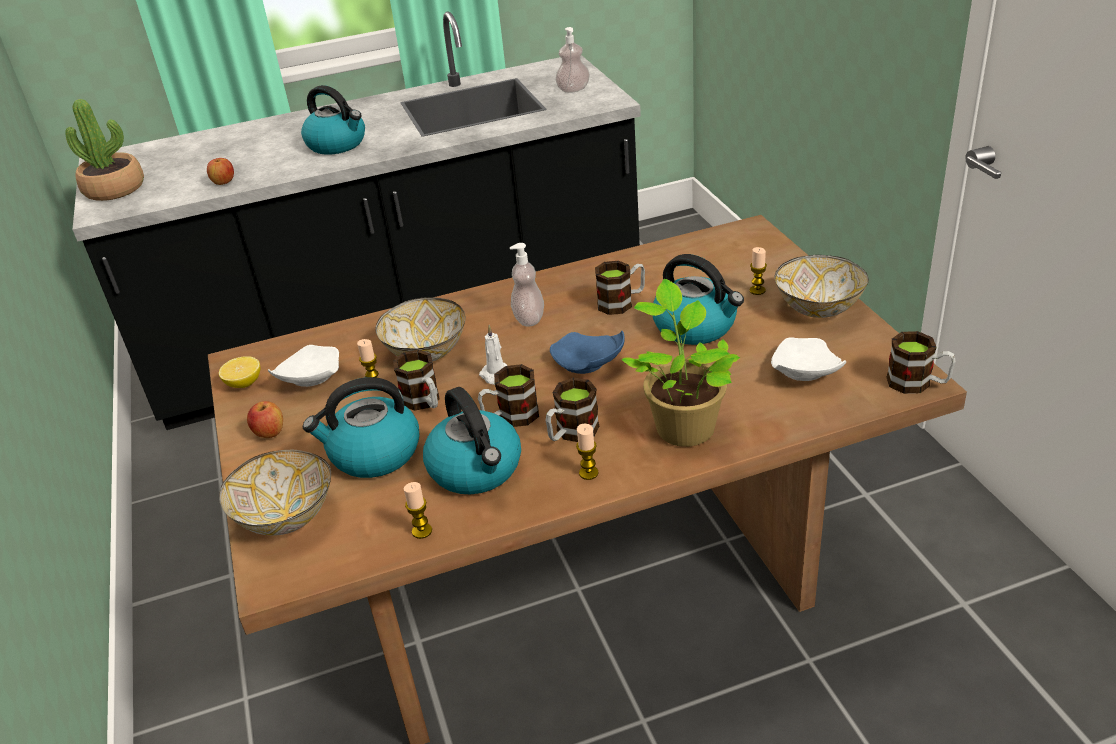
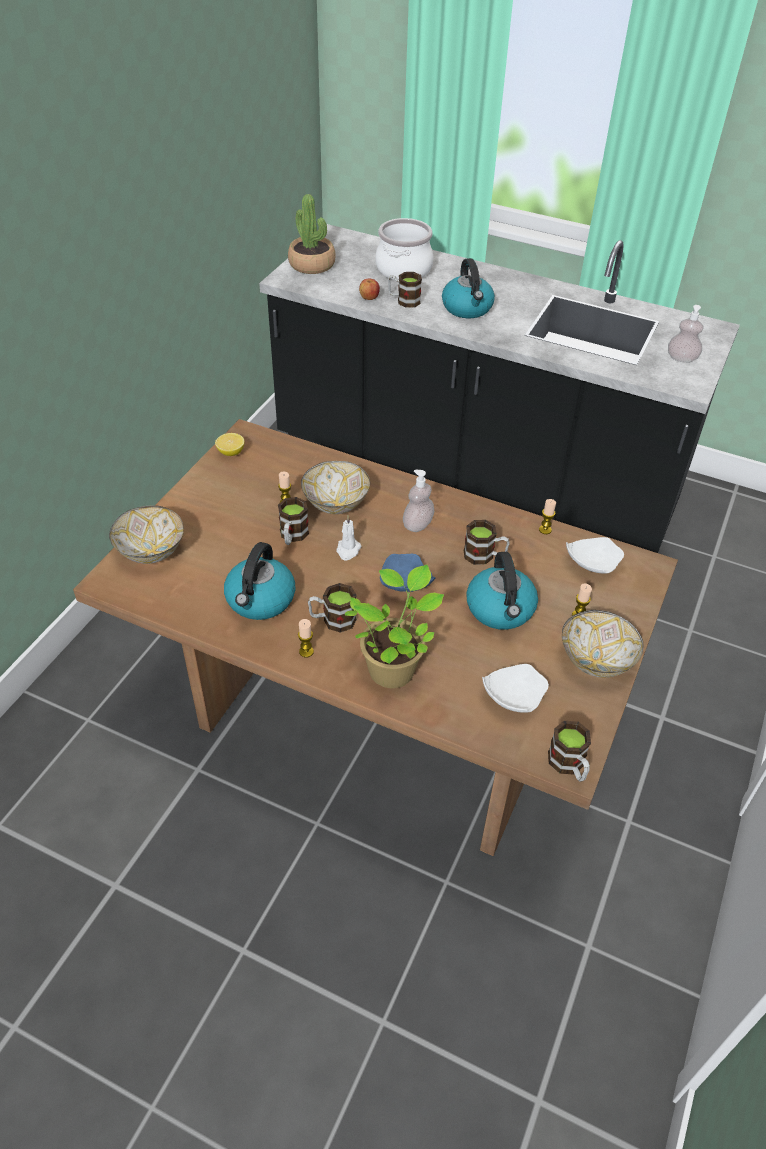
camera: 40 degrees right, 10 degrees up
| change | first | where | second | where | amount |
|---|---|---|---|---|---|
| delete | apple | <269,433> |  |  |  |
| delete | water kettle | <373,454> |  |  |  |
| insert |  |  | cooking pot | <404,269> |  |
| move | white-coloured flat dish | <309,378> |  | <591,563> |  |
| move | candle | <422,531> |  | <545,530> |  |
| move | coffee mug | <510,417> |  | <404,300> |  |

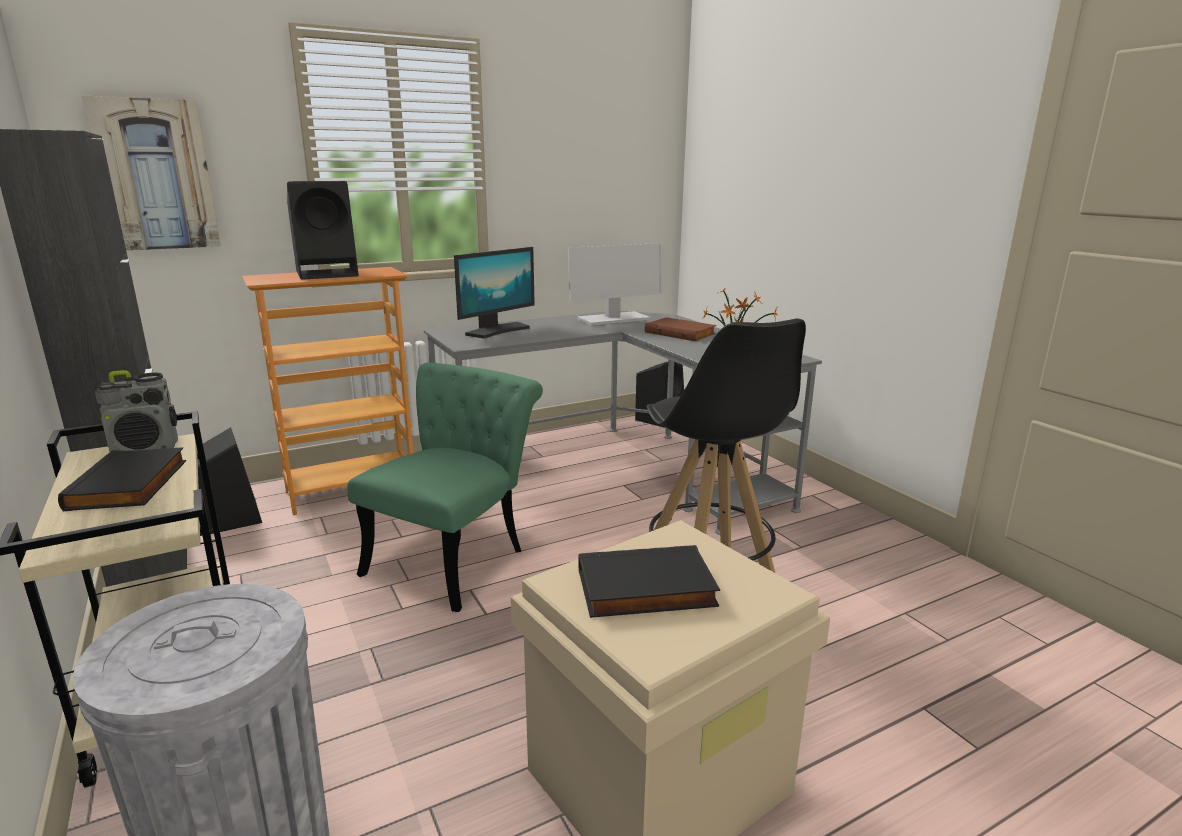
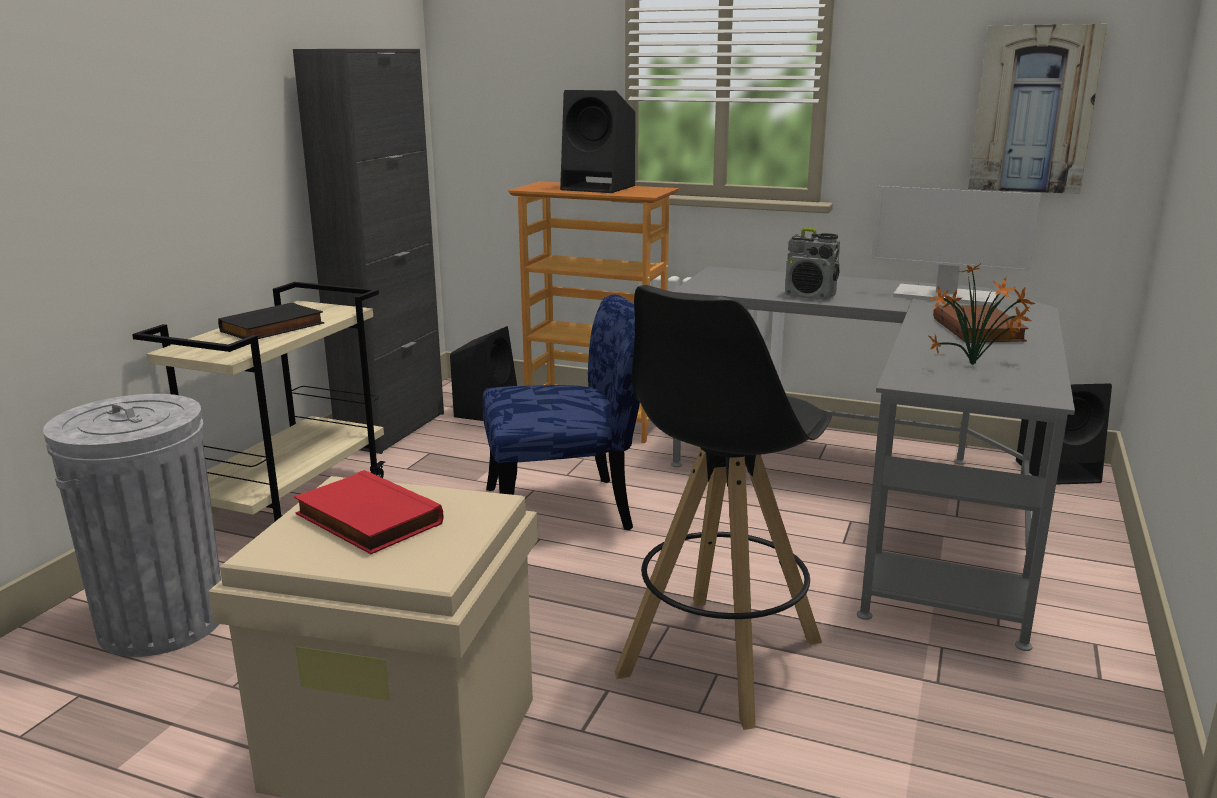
camera: 50 degrees right, 0 degrees up
| change | first | where | second | where | amount |
|---|---|---|---|---|---|
| delete | computer screen | <497,331> |  |  |  |
| move | wall picture | <156,175> |  | <1034,109> |  |
| move | radio set | <146,450> |  | <810,296> |  |
| recolor | green upright chair | <455,558> | bluish upright chair | <573,510> |  |
| recolor | black volume | <645,590> | red-coloured volume | <365,520> |  |

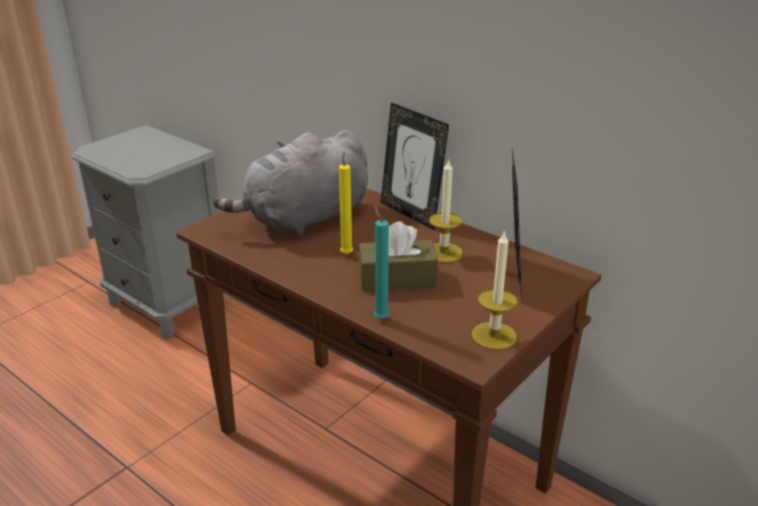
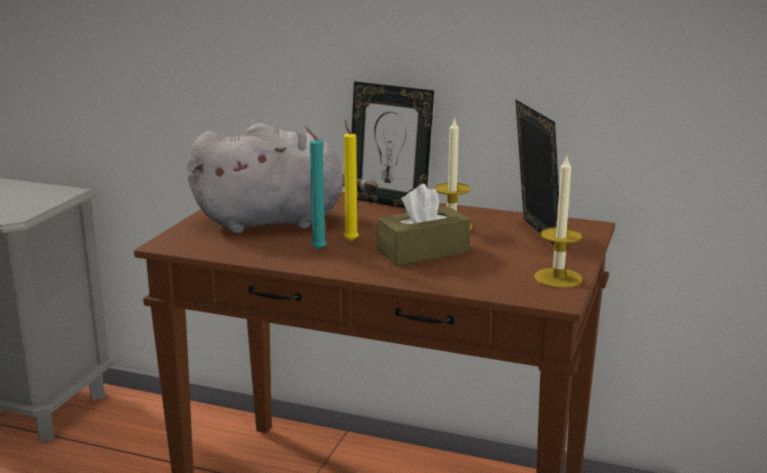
camera: 20 degrees left, 10 degrees down
| change | first | where | second | where | amount |
|---|---|---|---|---|---|
| move | turquoise-coloured candle | <380,317> |  | <317,249> |  |
| rotate | grey soft toy | <304,220> |  | <277,221> | 135 degrees counterclockwise |

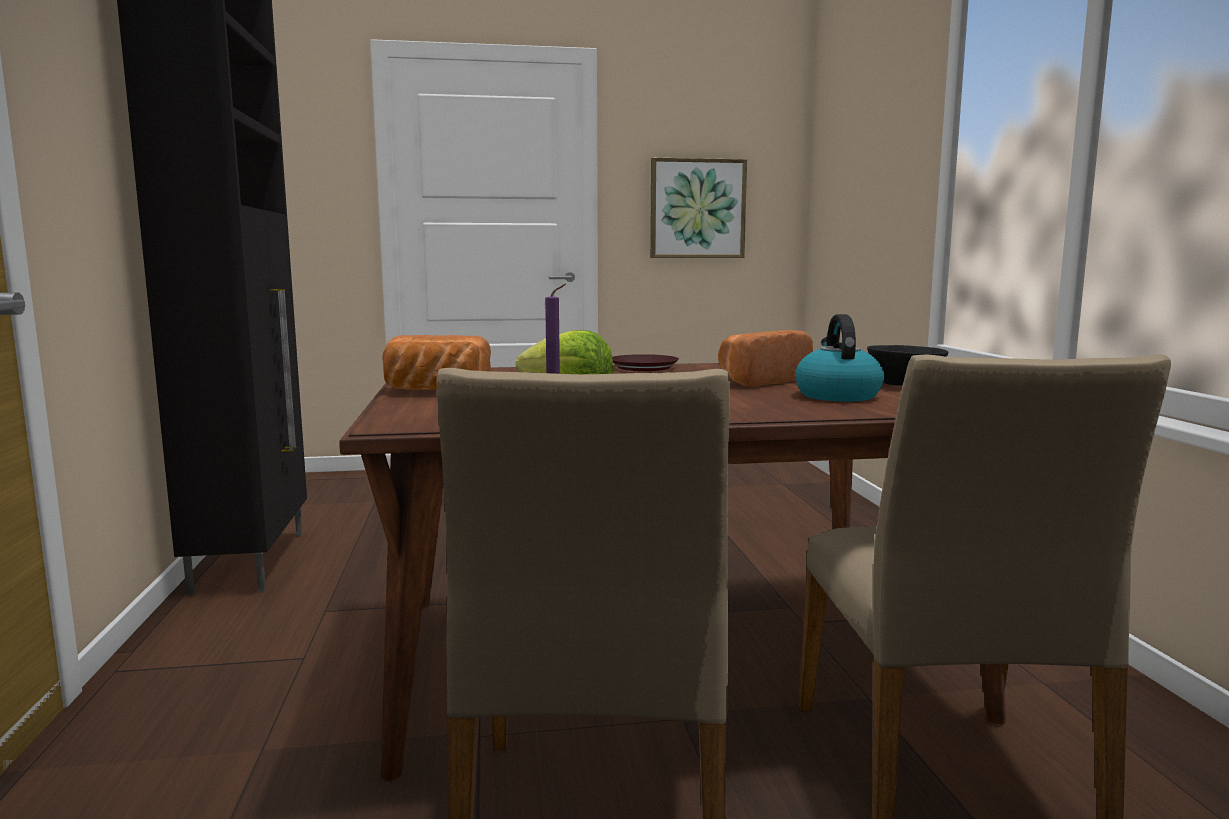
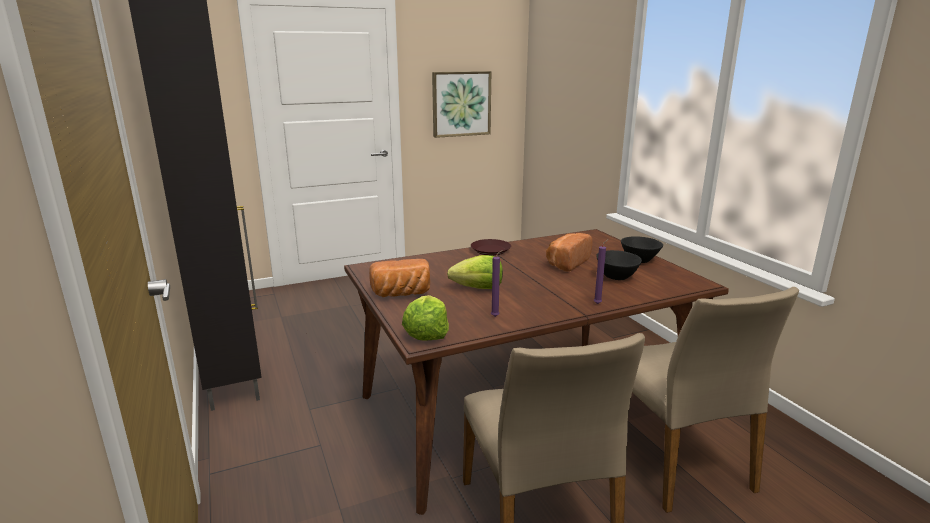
camera: 15 degrees left, 10 degrees up
| change | first | where | second | where | amount |
|---|---|---|---|---|---|
| insert |  |  | lettuce head | <426,333> |  |
| insert |  |  | purple candle | <598,303> |  |
| replace | water kettle | <836,395> | black bowl | <616,277> |  |

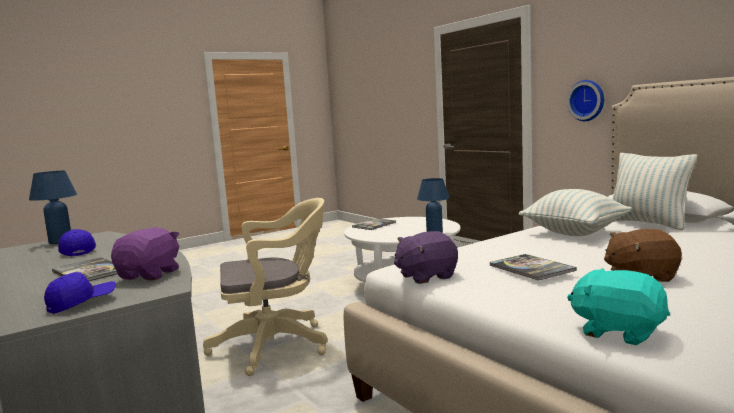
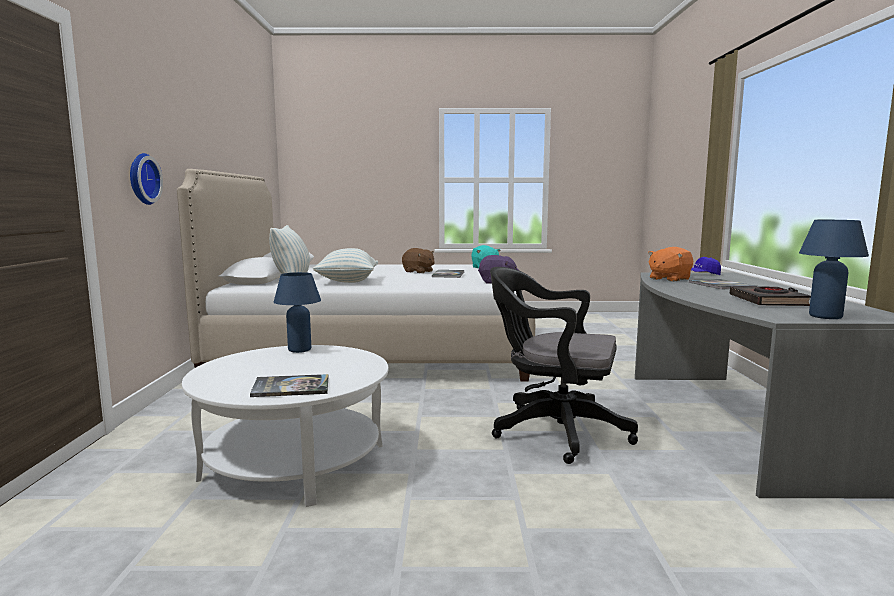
camera: 145 degrees left, 0 degrees up
| change | first | where | second | where | amount |
|---|---|---|---|---|---|
| replace | bluish cap | <77,251> | black volume | <768,301> |  |
| recolor | purple soft toy | <150,274> | orange soft toy | <669,279> |  |
| recolor | beige desk chair | <277,345> | black desk chair | <553,431> |  |

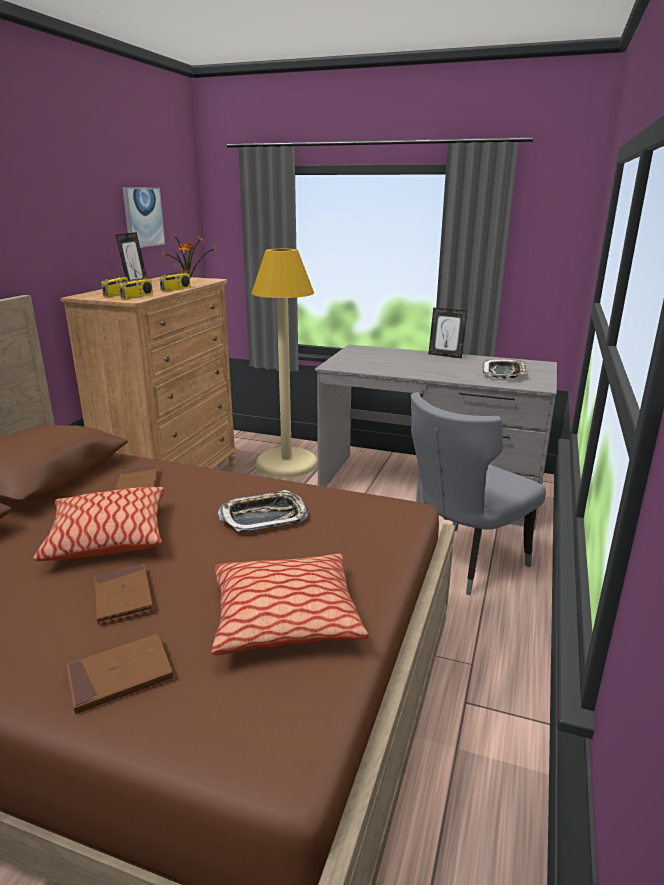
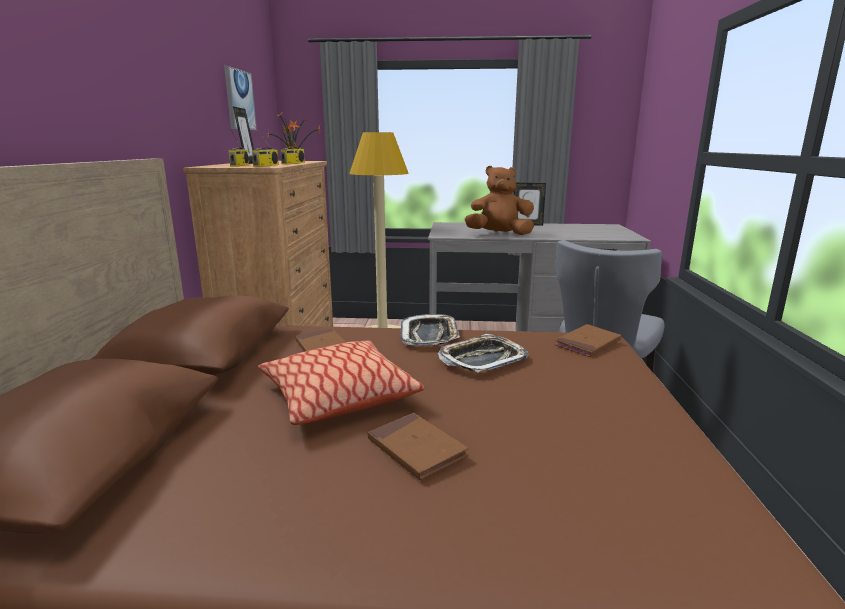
camera: 15 degrees left, 5 degrees down
| change | first | where | second | where | amount |
|---|---|---|---|---|---|
| delete | throw pillow | <286,617> |  |  |  |
| insert |  |  | brown soft toy | <499,234> |  |
| move | brown volume | <120,676> |  | <587,343> |  |
| move | tray | <504,373> |  | <429,335> |  |

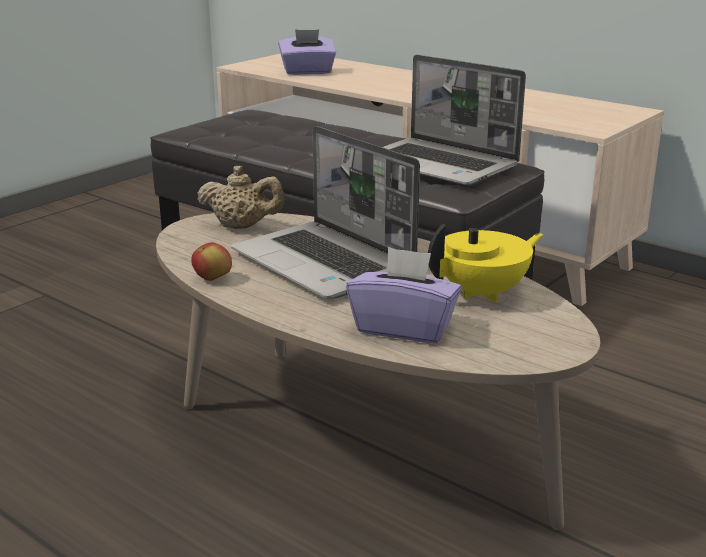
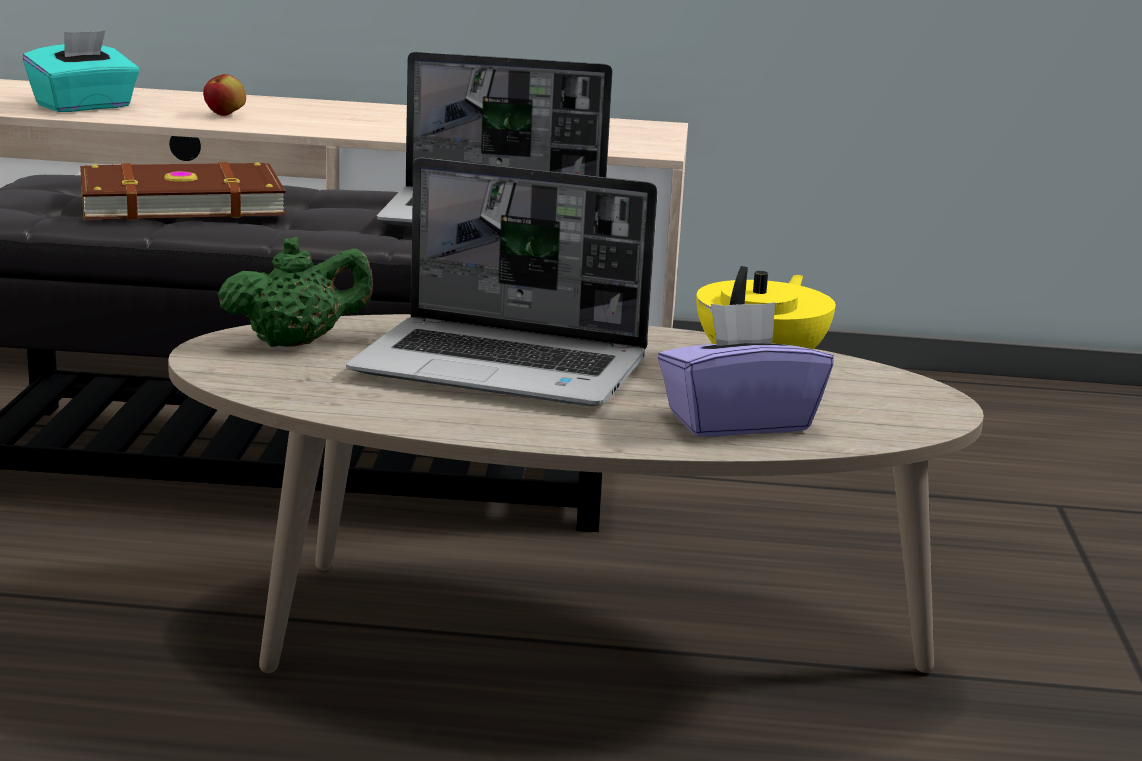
camera: 35 degrees left, 5 degrees down
| change | first | where | second | where | amount |
|---|---|---|---|---|---|
| insert |  |  | brown volume | <179,201> |  |
| move | apple | <213,279> |  | <225,115> |  |
| recolor | beige teapot | <242,226> | green teapot | <296,342> |  |
| recolor | purple tissue holder | <307,72> | turquoise-coloured tissue holder | <84,106> |  |

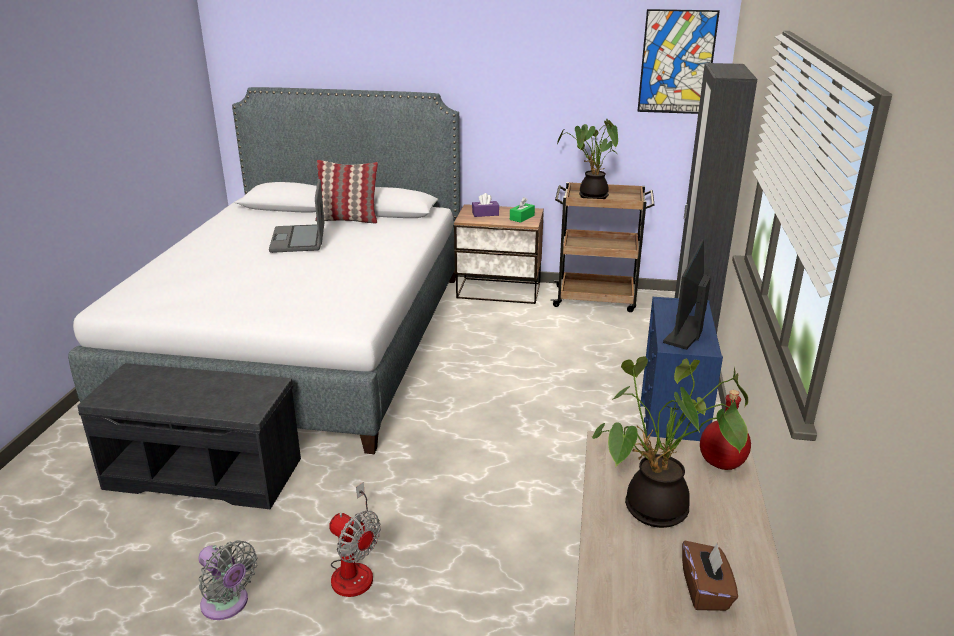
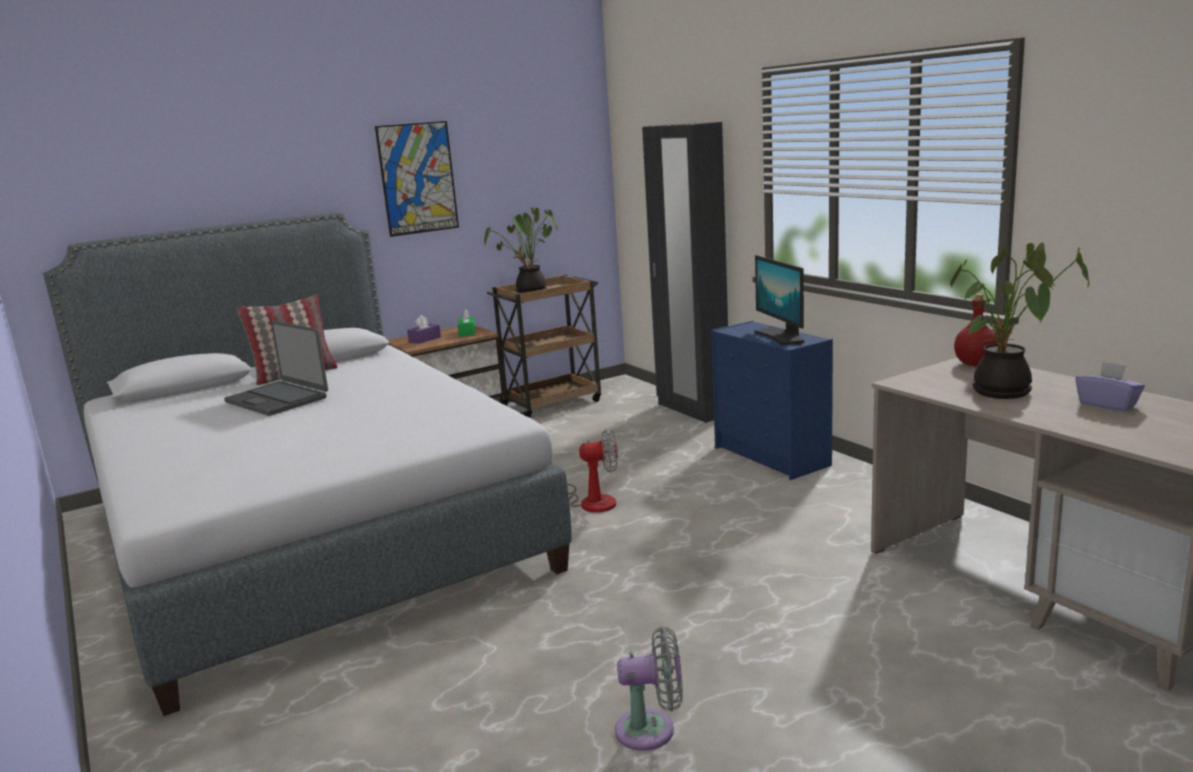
camera: 40 degrees left, 10 degrees down
| change | first | where | second | where | amount |
|---|---|---|---|---|---|
| delete | grey indoor bench | <206,472> |  |  |  |
| move | fan | <354,568> |  | <589,501> |  |
| move | wall picture | <676,62> |  | <418,178> |  |
| recolor | brown tissue holder | <705,590> | purple tissue holder | <1107,404> |  |

